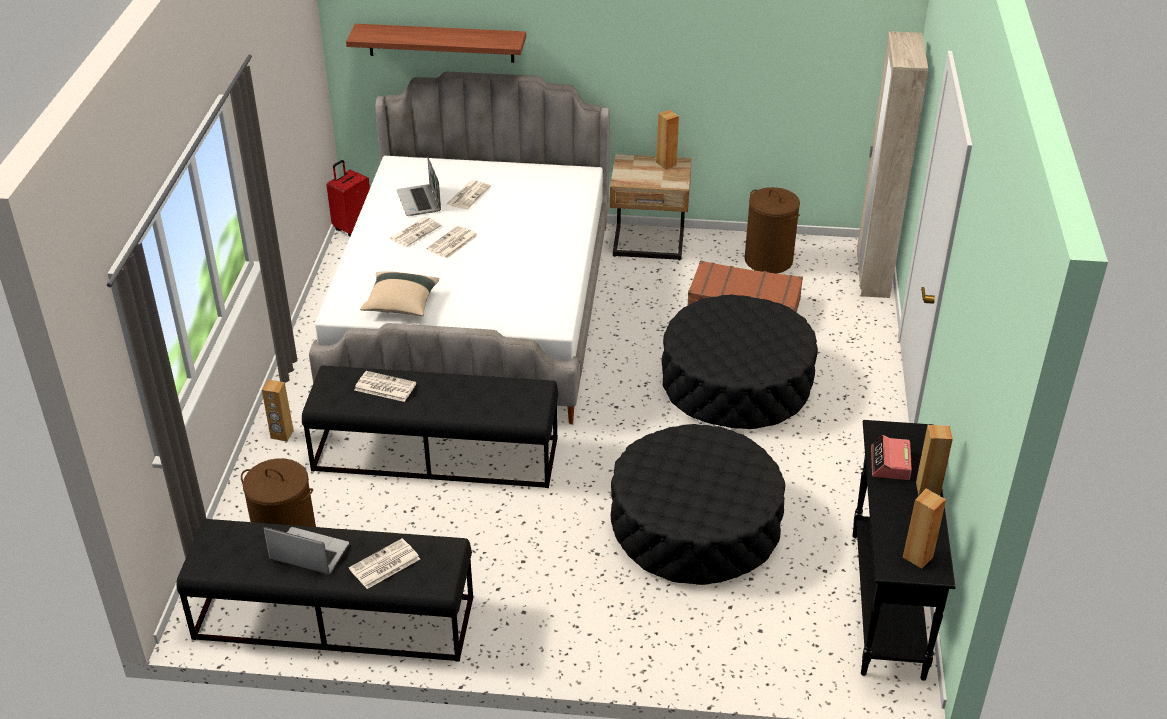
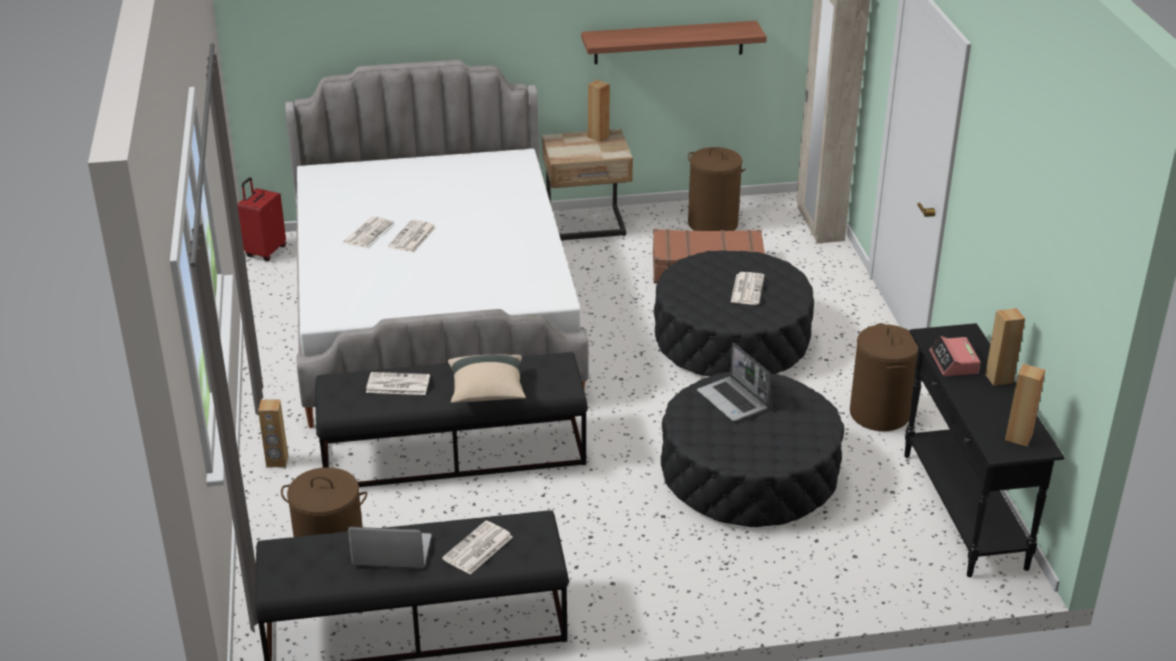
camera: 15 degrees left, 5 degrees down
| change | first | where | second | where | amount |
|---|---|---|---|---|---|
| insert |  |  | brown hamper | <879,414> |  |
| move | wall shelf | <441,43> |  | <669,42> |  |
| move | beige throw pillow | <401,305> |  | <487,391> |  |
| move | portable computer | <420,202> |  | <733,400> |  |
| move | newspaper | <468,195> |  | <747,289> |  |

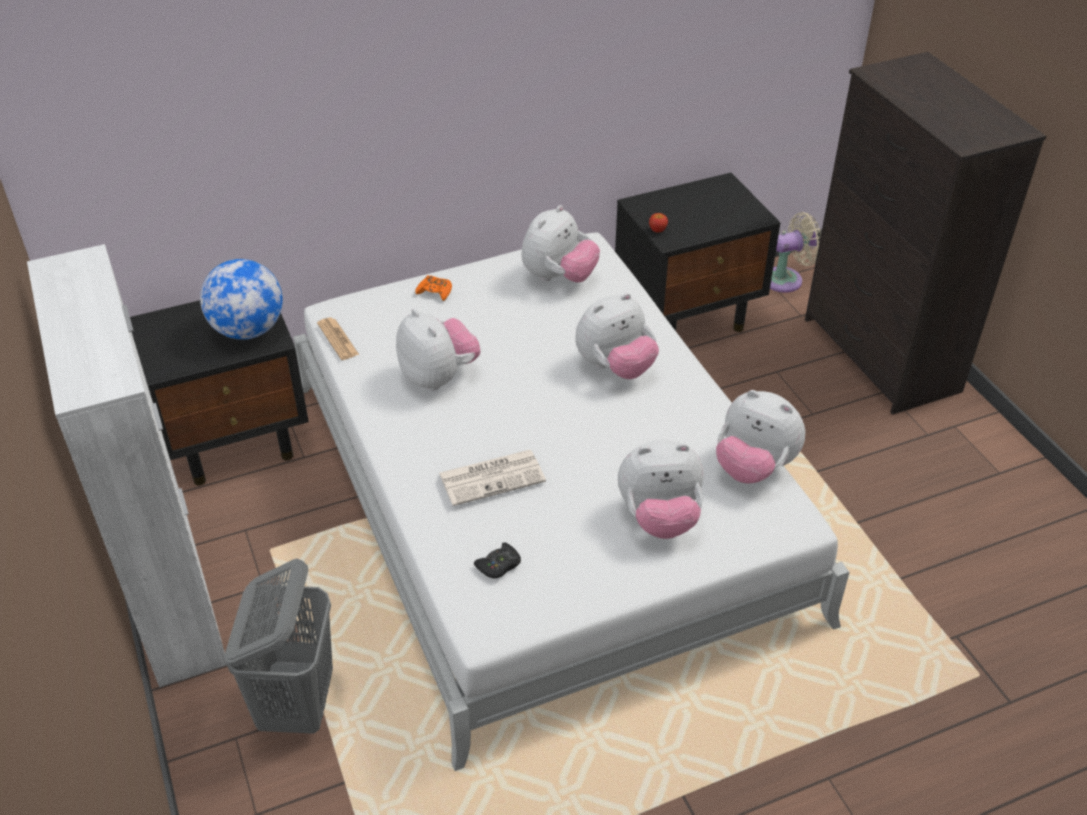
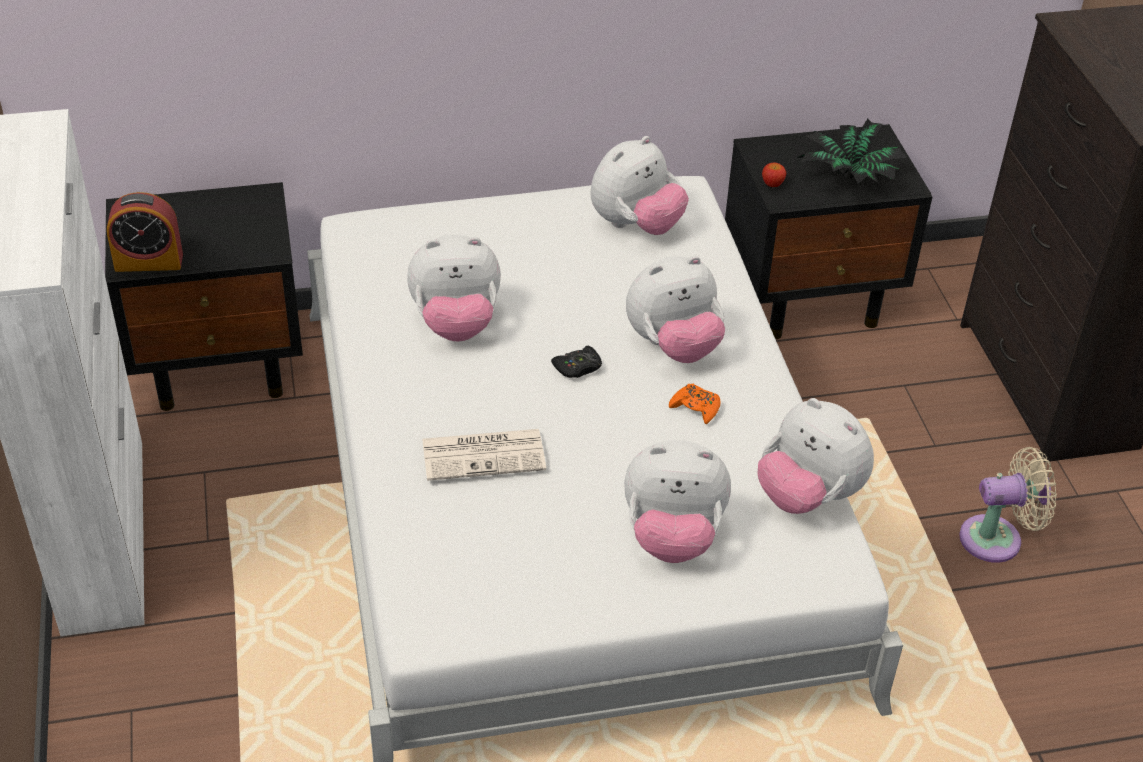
camera: 10 degrees right, 0 degrees up
| change | first | where | second | where | amount |
|---|---|---|---|---|---|
| delete | desk globe | <248,330> |  |  |  |
| delete | grey hamper | <297,704> |  |  |  |
| delete | newspaper | <338,339> |  |  |  |
| insert |  |  | alarm clock | <149,262> |  |
| insert |  |  | plant in a pot | <849,177> |  |
| move | orange gamepad | <435,291> |  | <695,408> |  |
| move | black gamepad | <499,565> |  | <578,367> |  |
| move | beige fan | <786,279> |  | <997,539> |  |
| rotate | soft toy | <438,377> |  | <456,324> | 105 degrees clockwise |

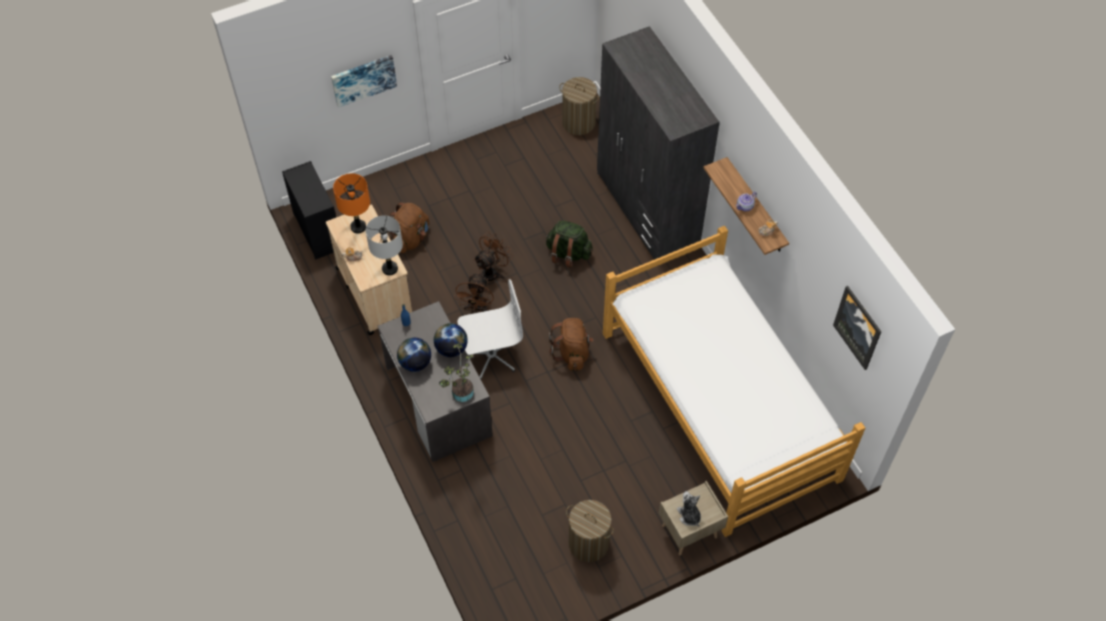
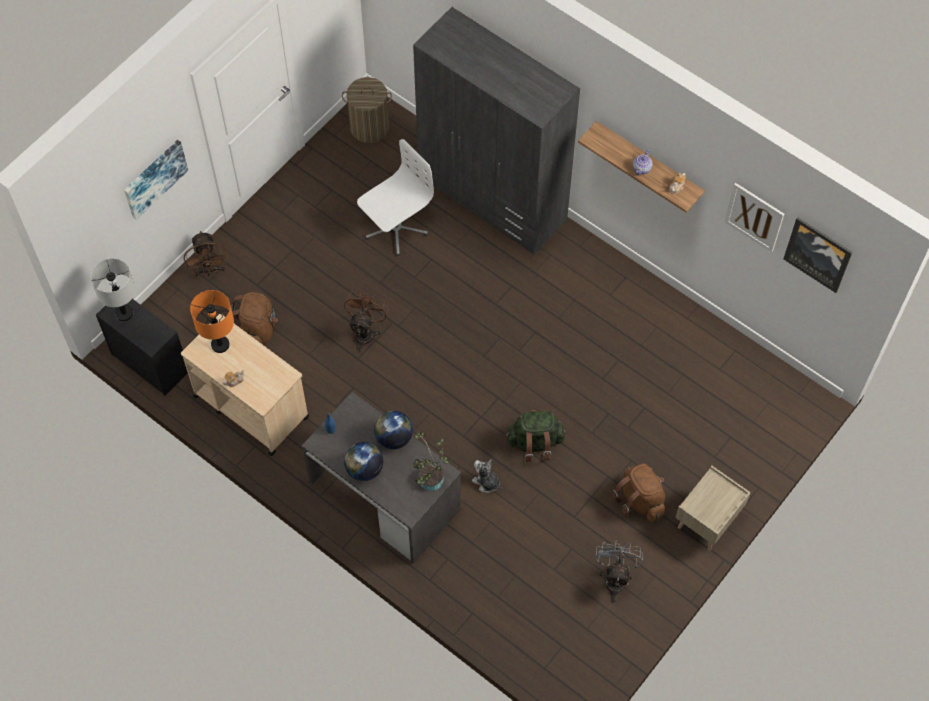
camera: 25 degrees left, 5 degrees up
| change | first | where | second | where | amount |
|---|---|---|---|---|---|
| delete | bedroom bed | <718,405> |  |  |  |
| insert |  |  | wall picture | <754,217> |  |
| move | grey table lamp | <390,269> |  | <124,313> |  |
| move | brown fan | <477,308> |  | <209,270> |  |
| move | white-coloured desk chair | <491,355> |  | <395,228> |  |
| move | green knapsack | <568,253> |  | <535,443> |  |
| move | brown knapsack | <572,353> |  | <640,500> |  |
| move | soft toy | <689,515> |  | <486,482> |  |
| replace | hamper | <588,543> | grey fan | <615,578> |  |

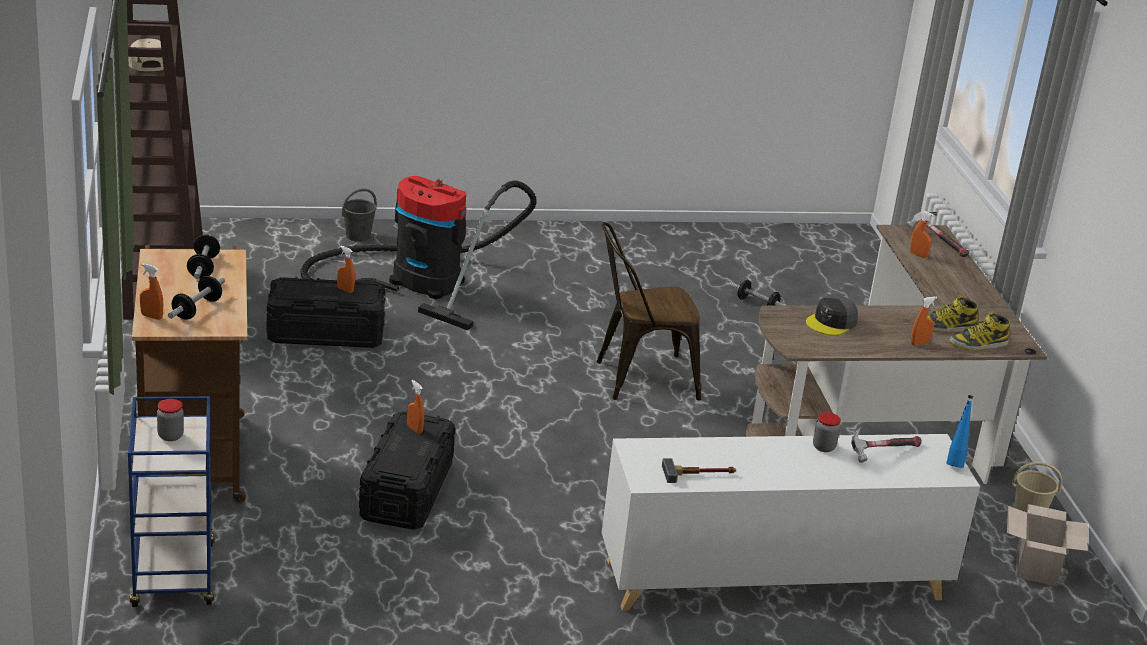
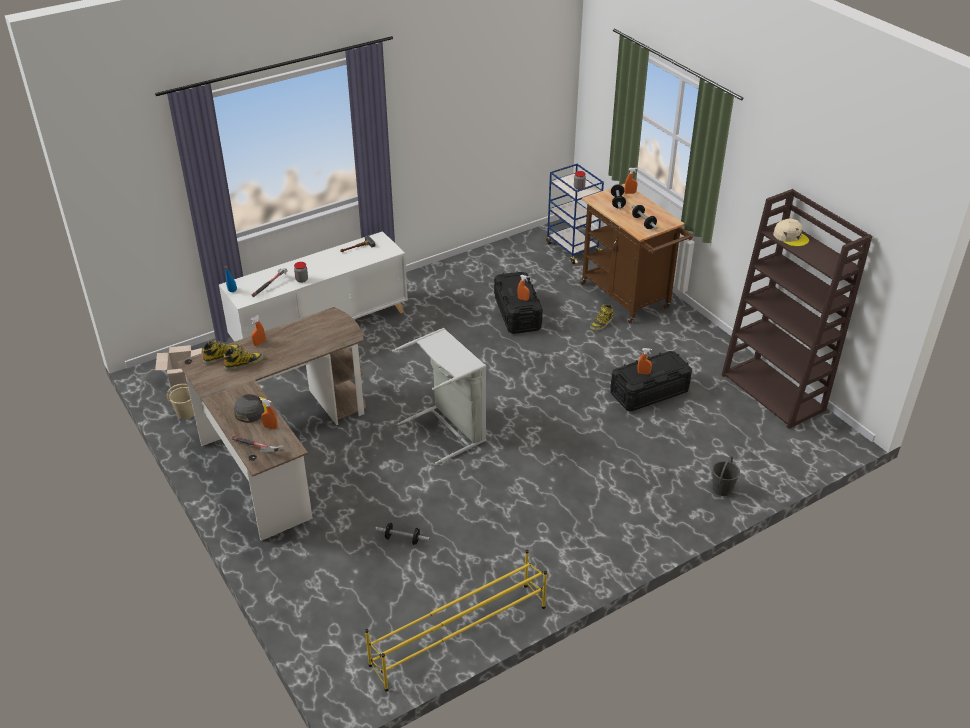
camera: 160 degrees right, 10 degrees up
| change | first | where | second | where | amount |
|---|---|---|---|---|---|
| delete | hoover | <418,280> |  |  |  |
| insert |  |  | yellowish shoe stand | <458,635> |  |
| insert |  |  | boot | <601,323> |  |
| move | grey cap | <831,322> |  | <251,410> |  |
| replace | brown upright chair | <638,379> | grey hamper | <449,429> |  |

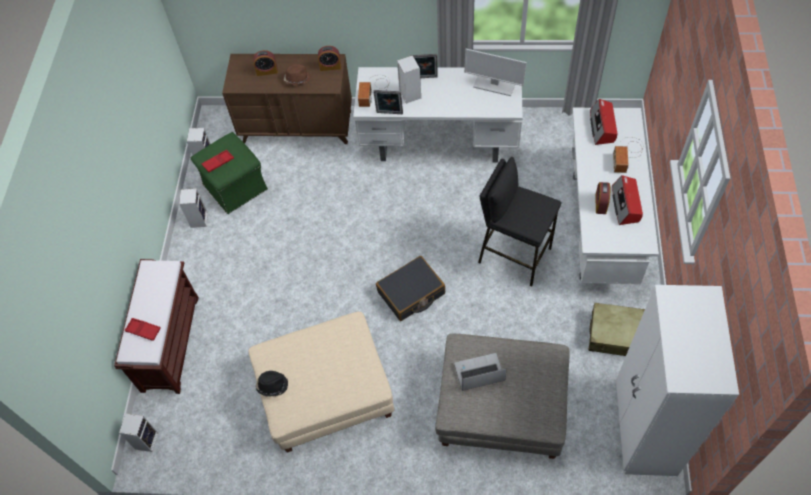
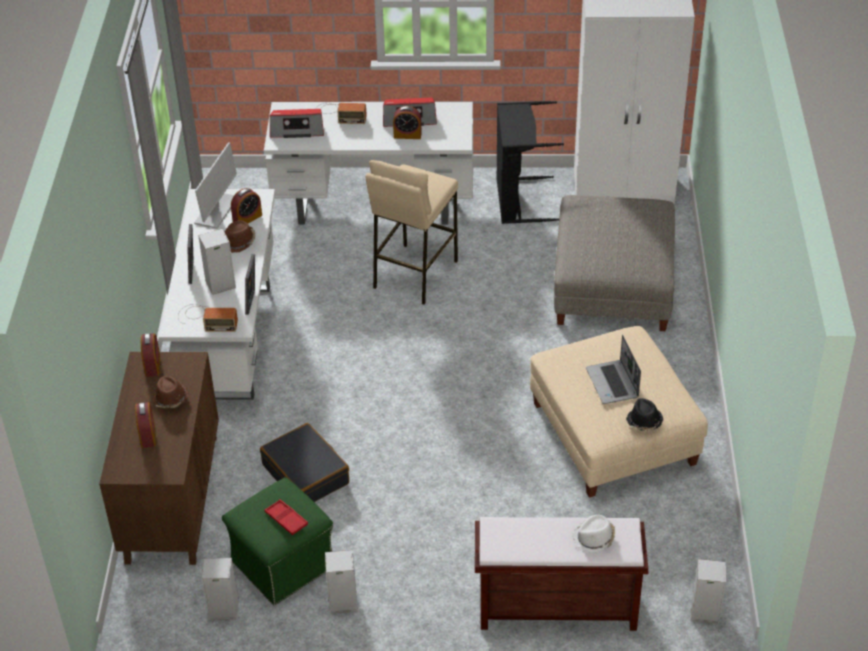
camera: 95 degrees left, 15 degrees down
| change | first | where | second | where | amount |
|---|---|---|---|---|---|
| insert |  |  | brown clothing hat | <238,242> |  |
| insert |  |  | alarm clock | <247,218> |  |
| move | black travel case | <411,293> |  | <306,474> |  |
| move | portable computer | <478,373> |  | <613,383> |  |
| replace | red-coloured tray | <143,330> | white-coloured clothing hat | <594,538> |  |
| replace | beige travel case | <616,335> | black hamper | <518,201> |  |
| recolor | black sitting stool | <514,255> | beige sitting stool | <414,274> |  |

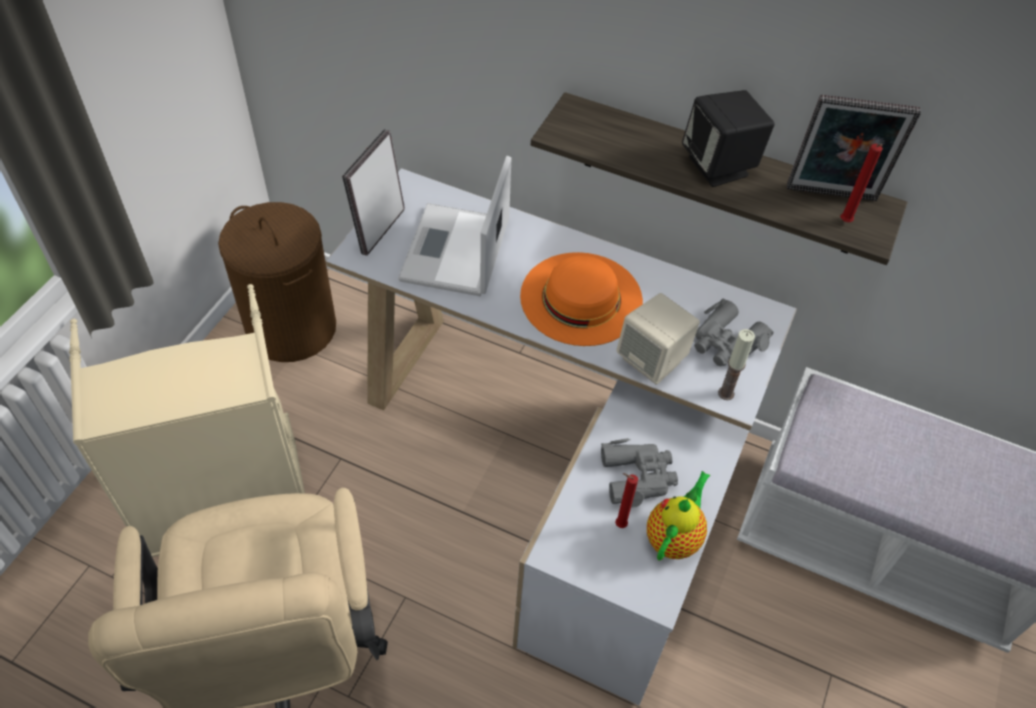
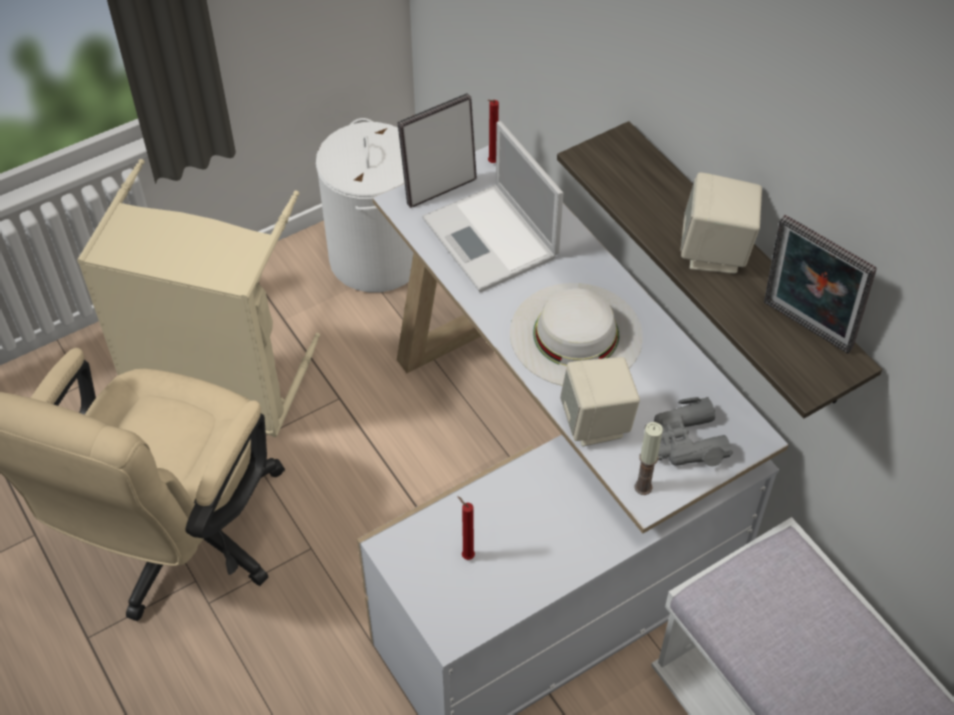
camera: 35 degrees right, 0 degrees up
| change | first | where | second | where | amount |
|---|---|---|---|---|---|
| delete | grey pair of binoculars | <637,476> |  |  |  |
| delete | teapot | <674,537> |  |  |  |
| move | red-coloured candle | <845,223> |  | <491,163> |  |
| recolor | brown hamper | <291,328> | white-coloured hamper | <376,257> |  |
| recolor | orange clothing hat | <581,298> | white-coloured clothing hat | <576,334> |  |
| recolor | black audio speaker | <719,166> | beige audio speaker | <715,253> |  |
| rotate | portable computer | <455,252> |  | <492,239> | 75 degrees counterclockwise |

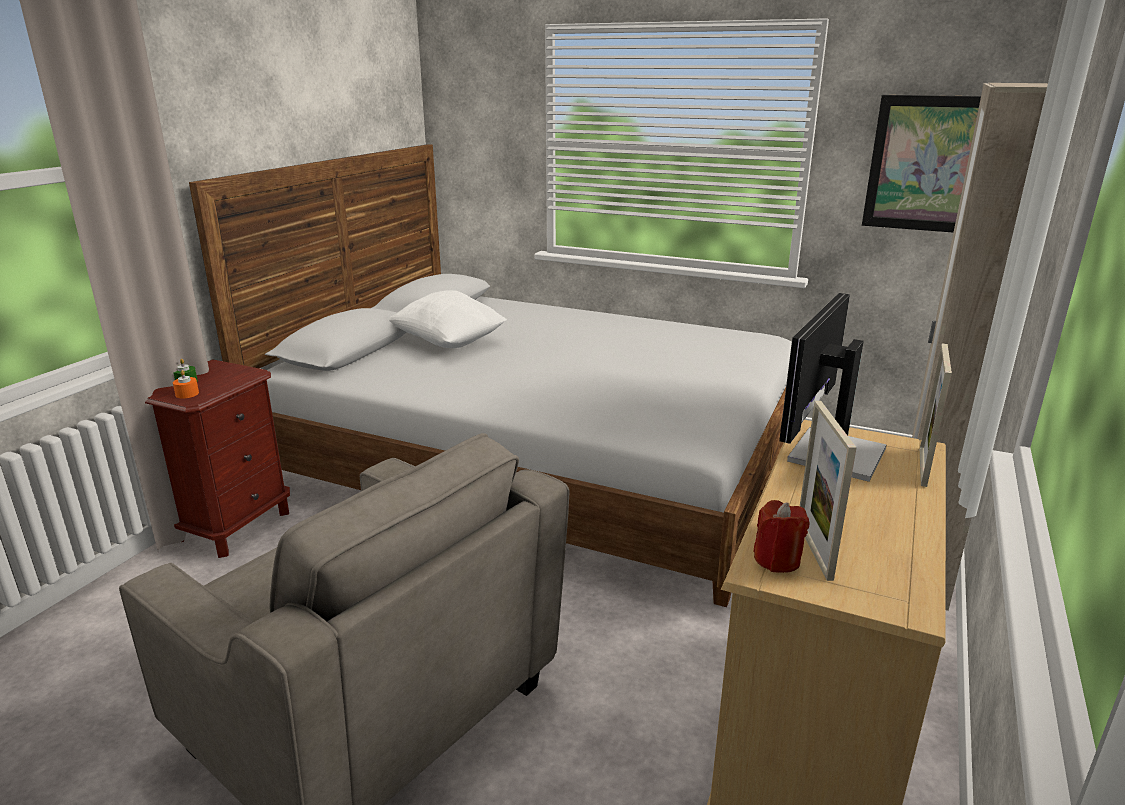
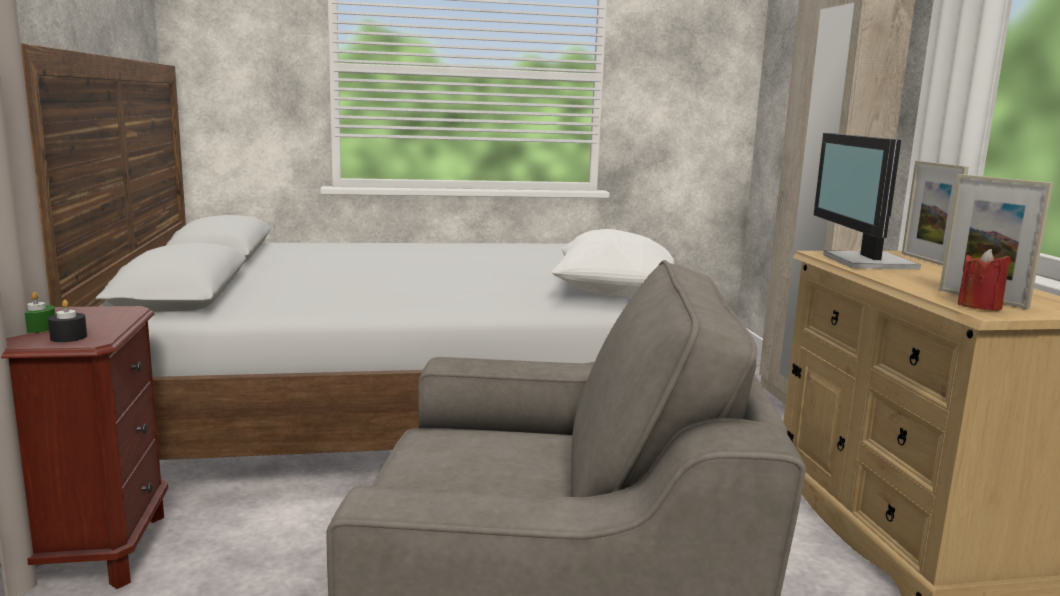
camera: 35 degrees left, 10 degrees down
| change | first | where | second | where | amount |
|---|---|---|---|---|---|
| delete | wall picture | <927,164> |  |  |  |
| move | white-coloured throw pillow | <448,342> |  | <614,294> |  |
| recolor | orange candle | <187,394> | black candle | <68,337> |  |

